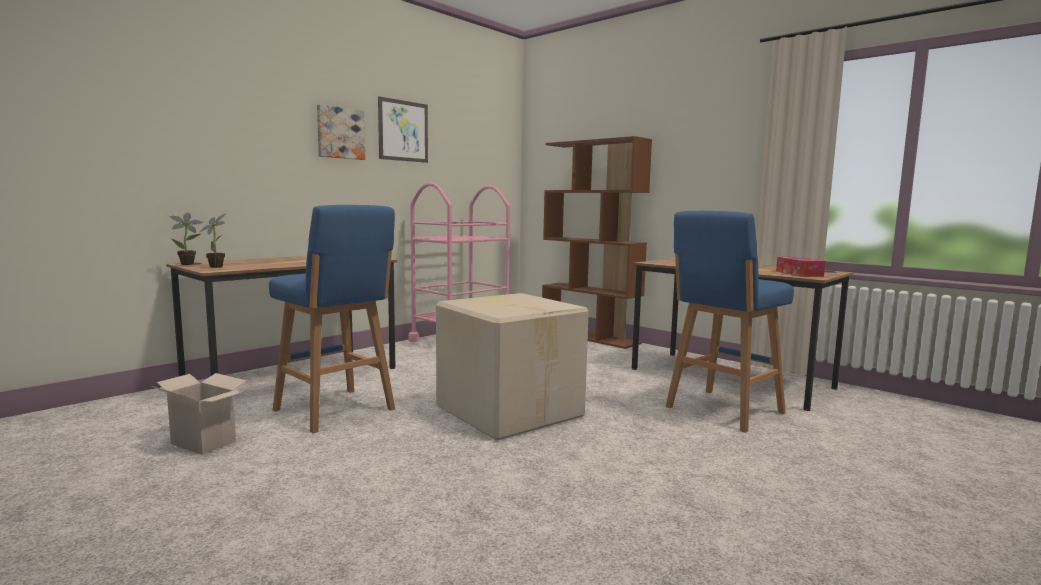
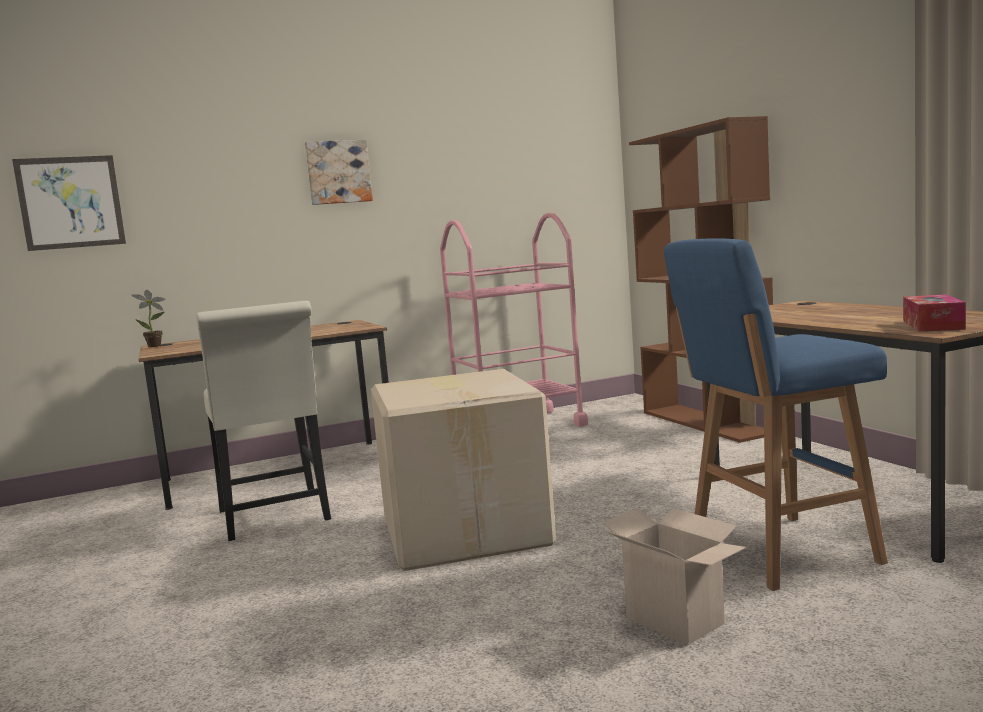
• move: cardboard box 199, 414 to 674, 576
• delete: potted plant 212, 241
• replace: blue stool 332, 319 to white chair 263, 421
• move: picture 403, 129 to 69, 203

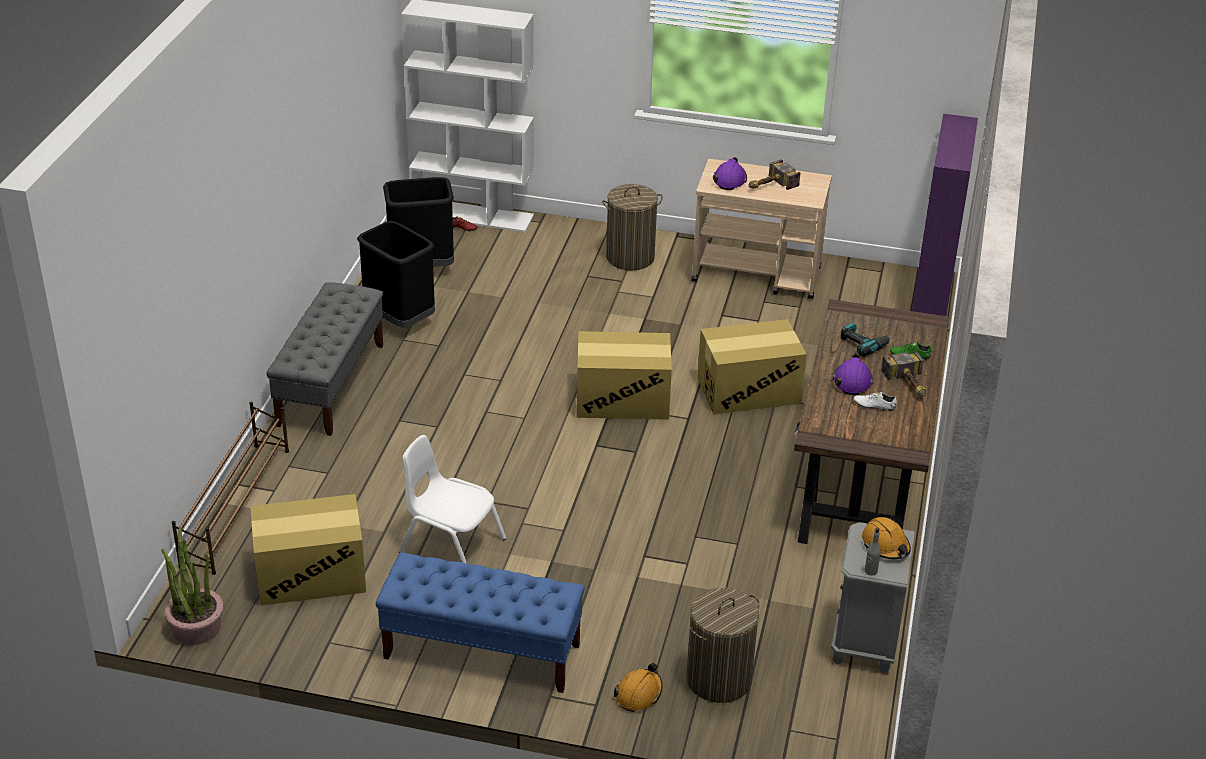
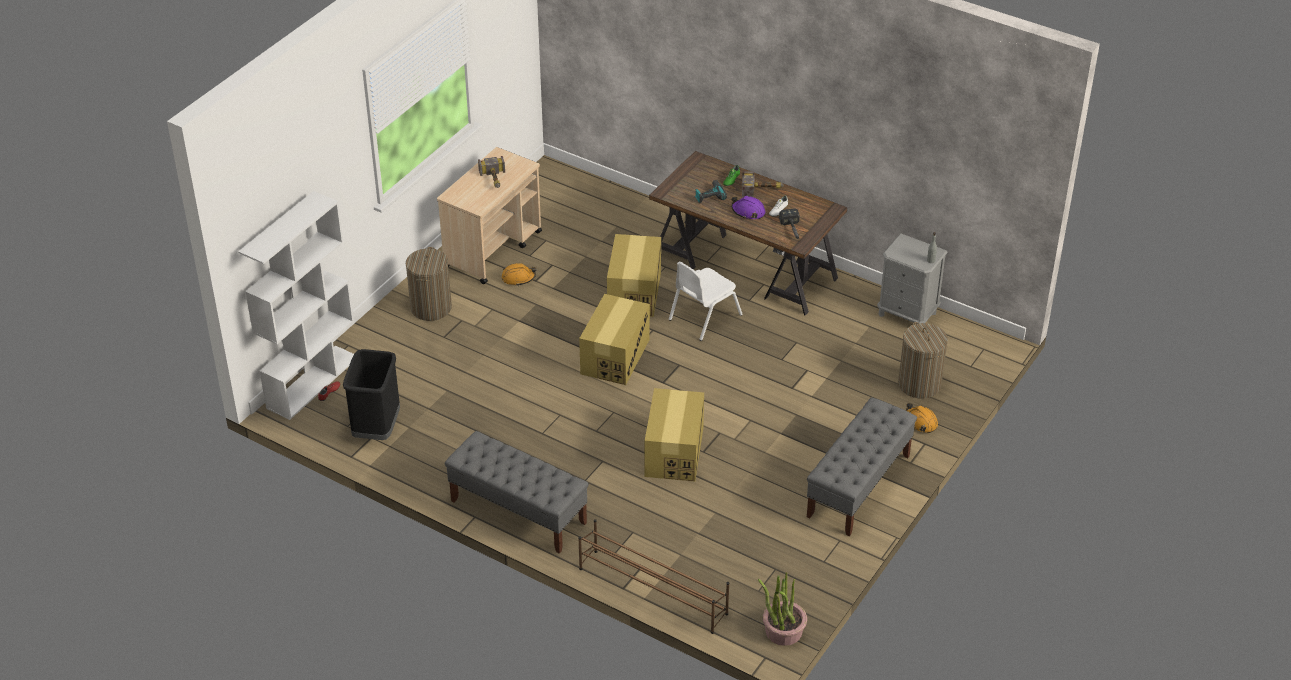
• move: cardboard box 308, 550 to 674, 434
• delete: black trash can 396, 274
• recolor: blue bench 480, 623 to grey bench 862, 467
• move: white chair 452, 499 to 706, 301
• delete: purple hard hat 730, 173
• move: orange hard hat 886, 538 to 519, 274
• delete: purple cabinet 945, 215
• insert: hammer 789, 224

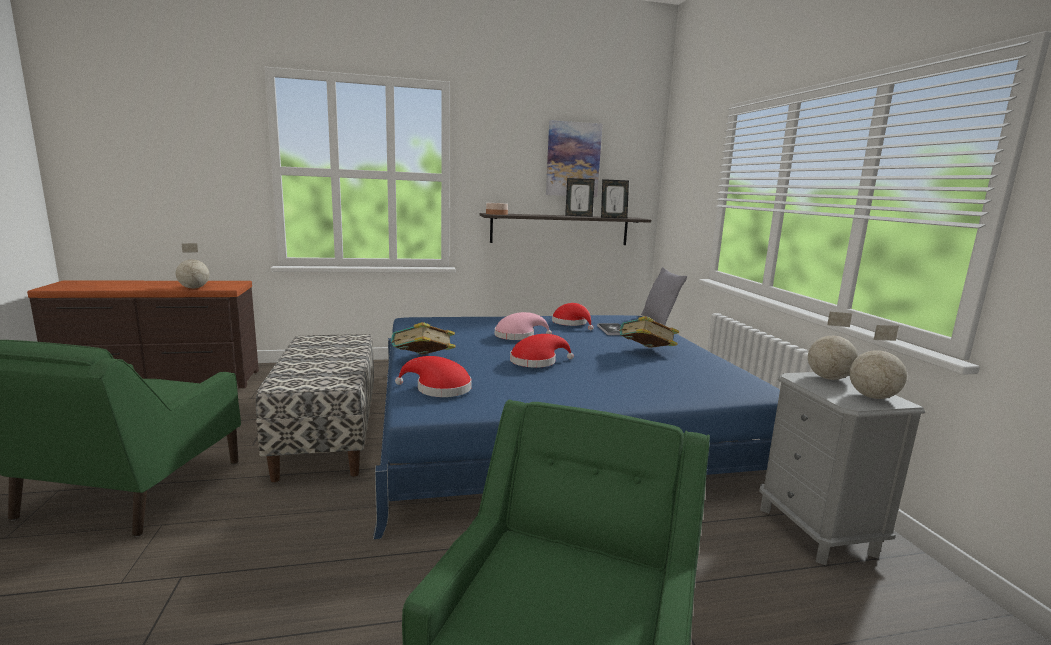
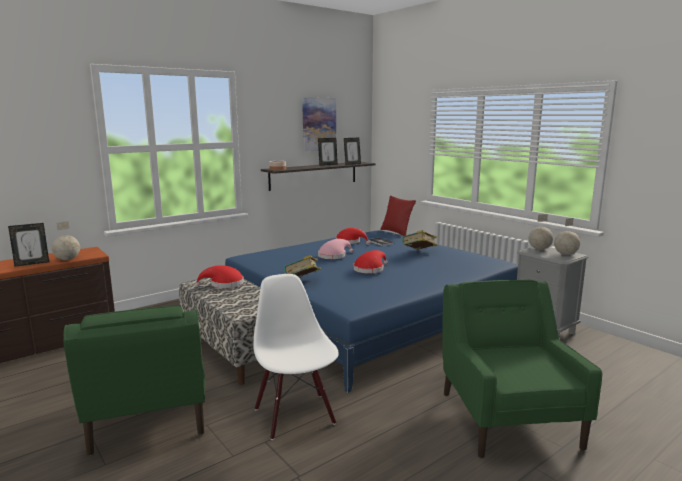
• move: red hat 433, 376 to 219, 276
• recolor: grey pillow 664, 296 to red pillow 398, 215
• insert: picture frame 28, 245
• insert: white chair 296, 357

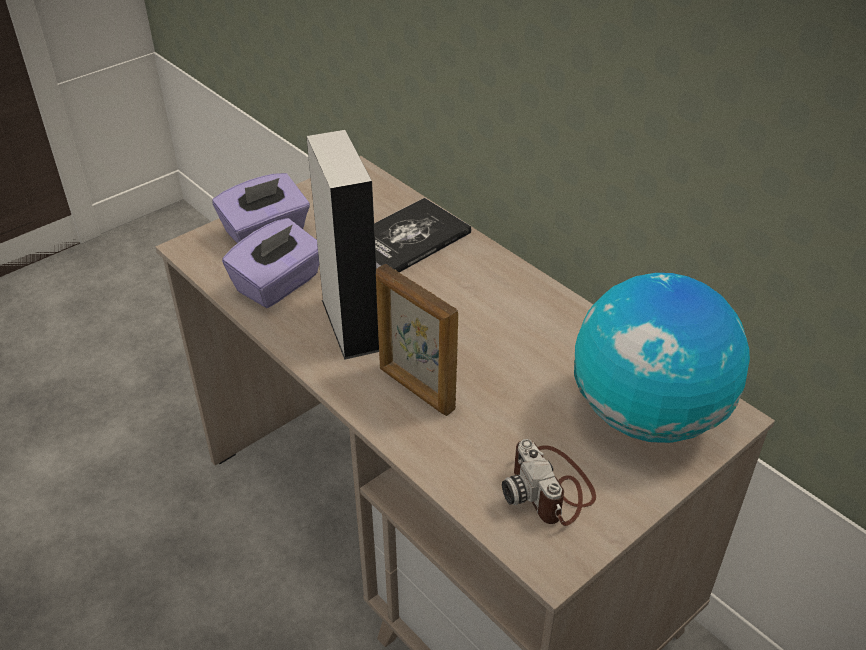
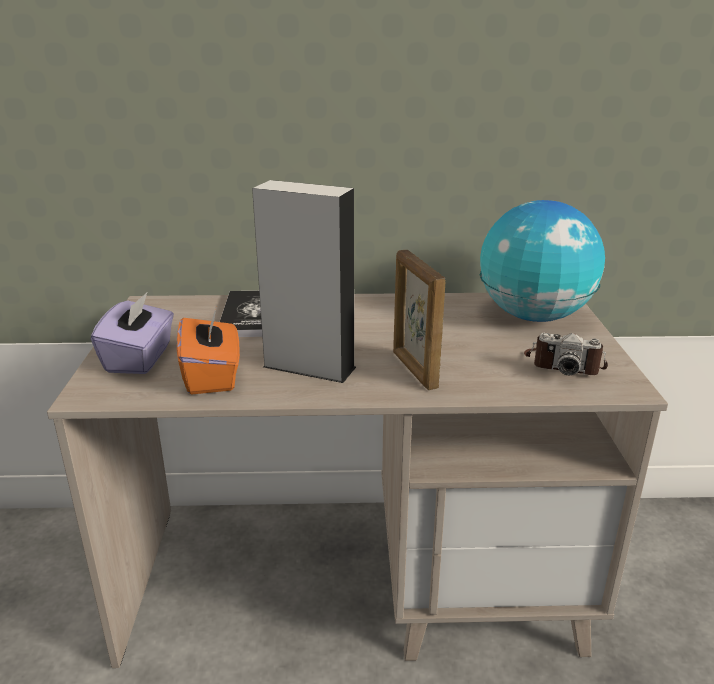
• recolor: purple tissue box 270, 263 to orange tissue box 208, 351
• rotate: picture frame 417, 340 = 419, 320 75 degrees clockwise

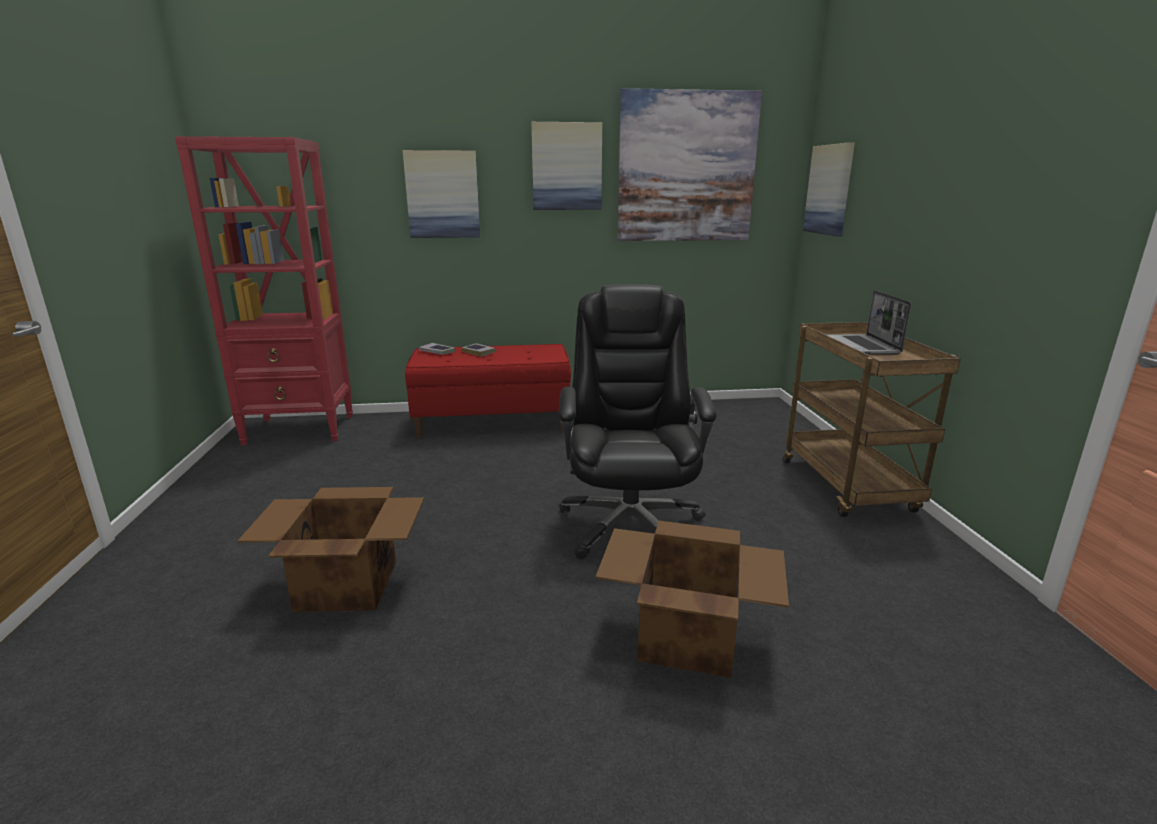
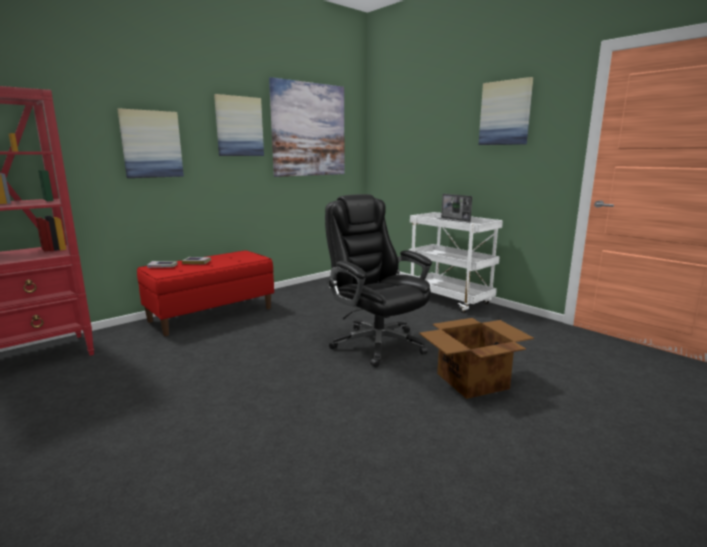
• delete: cardboard box 331, 549
• recolor: brown cart 872, 419 to white cart 456, 262
• move: picture 829, 189 to 506, 111

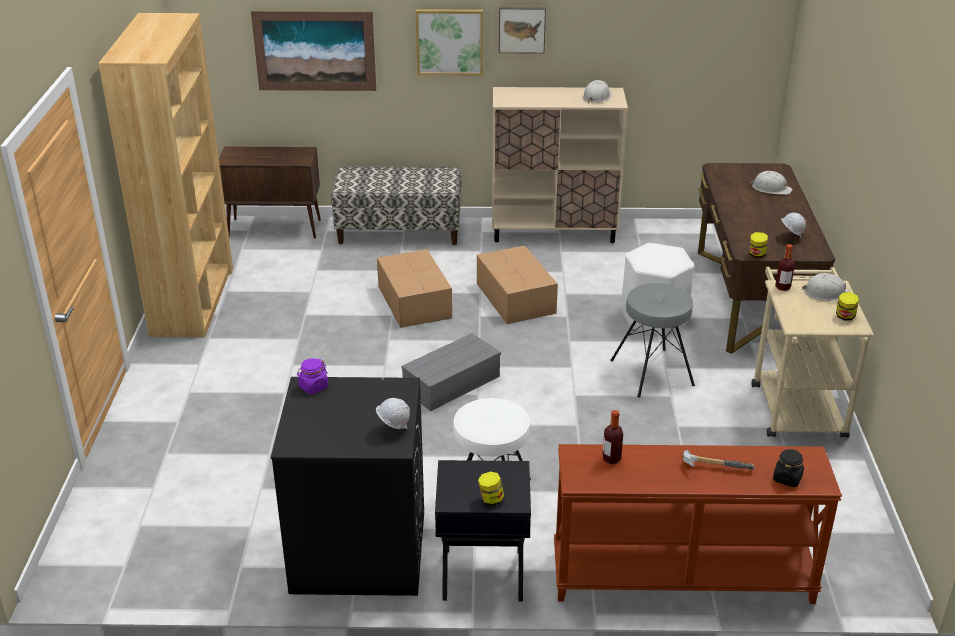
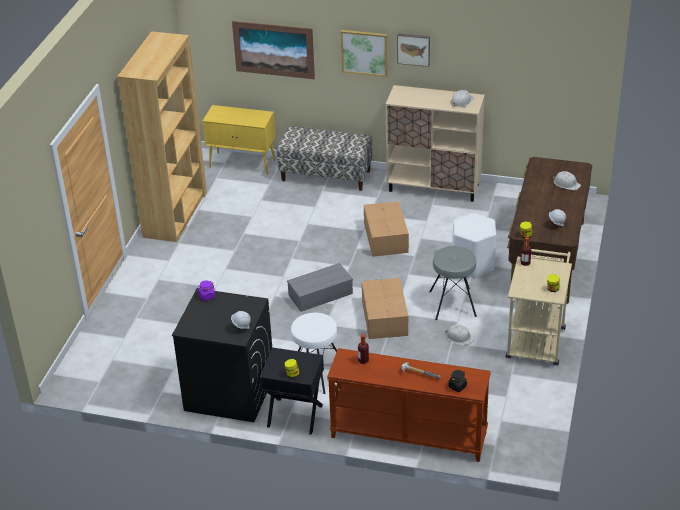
• recolor: brown cabinet 270, 192 to yellow cabinet 239, 140
• move: cardboard box 414, 288 to 385, 308
• move: white hard hat 826, 287 to 460, 334

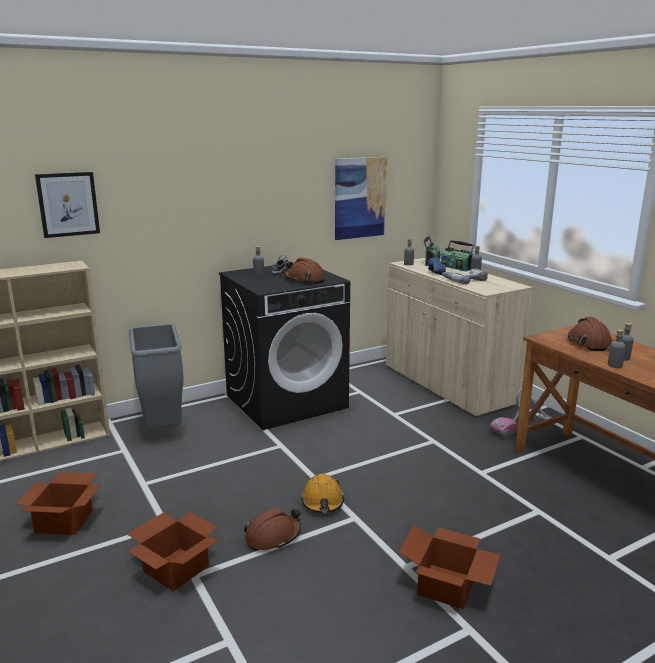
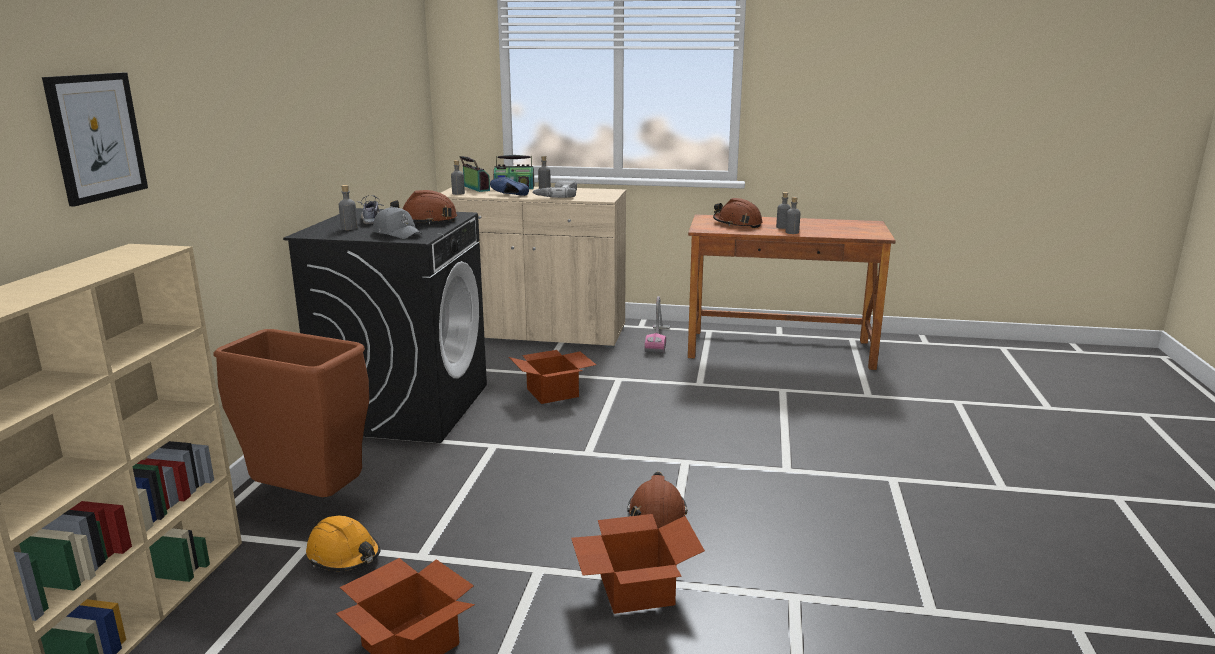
• recolor: grey trash can 156, 376 to brown trash can 291, 413
• move: orange hard hat 322, 493 to 343, 543
• delete: picture 361, 198
• move: cardboard box 449, 567 to 552, 377
• insert: grey cap 397, 223

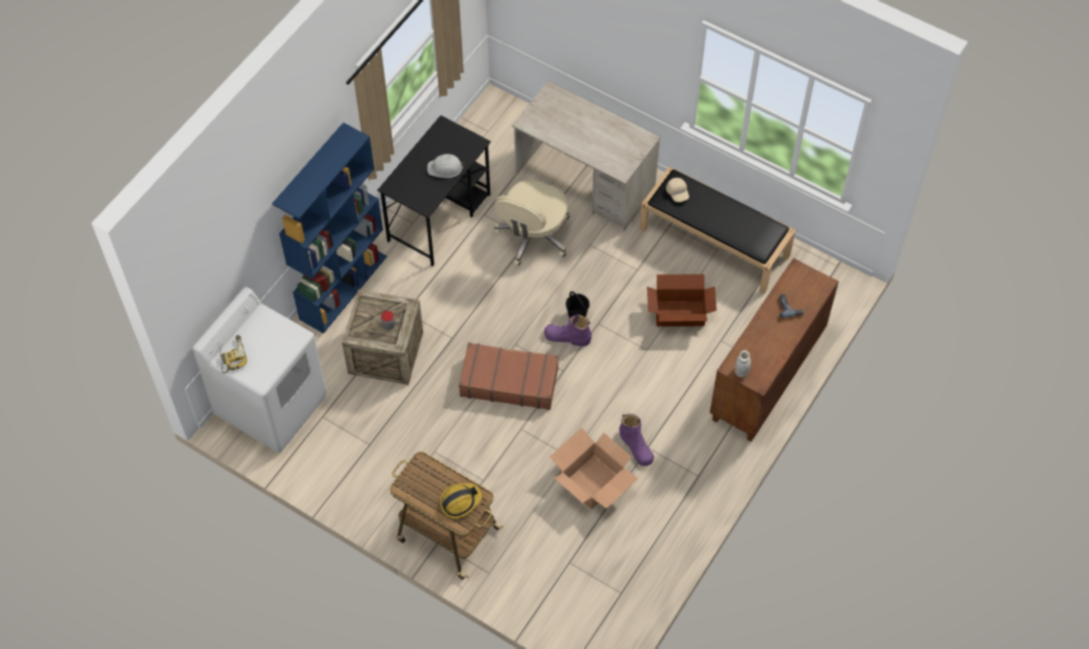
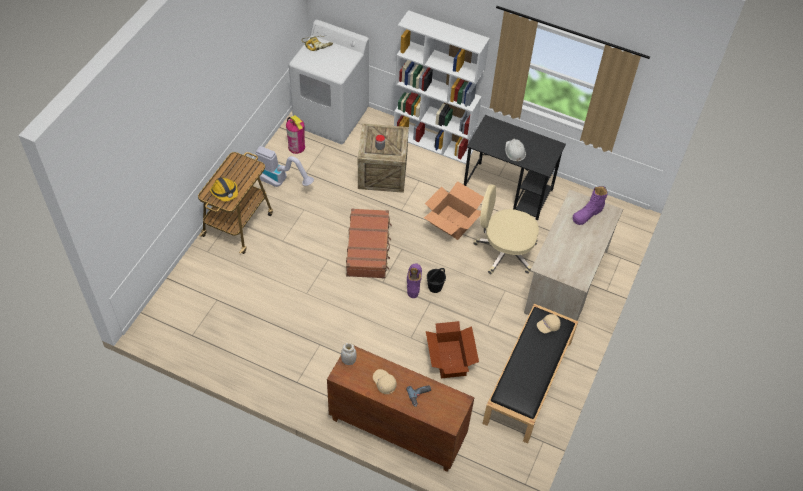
• recolor: blue bookcase 329, 228 to white bookcase 442, 87
• move: cardboard box 594, 468 to 454, 210
• move: purple boot 636, 440 to 590, 205
• insert: vacuum cleaner 284, 166
• insert: fire extinguisher 295, 134
• insert: beige cap 385, 381

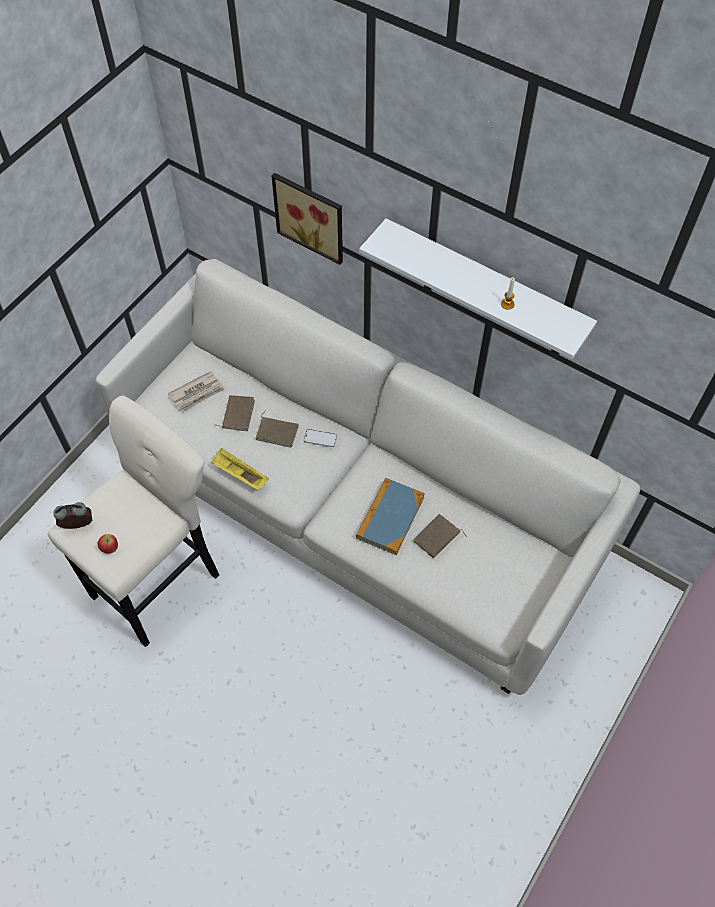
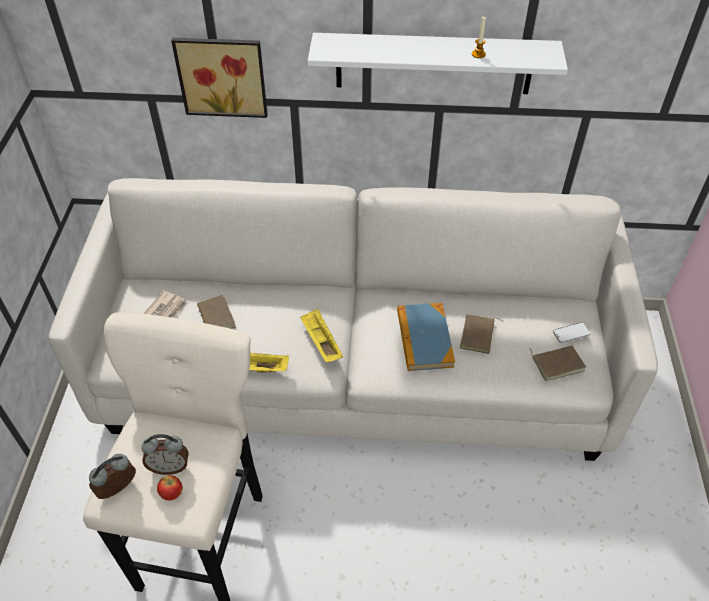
• move: brown book 277, 429 to 558, 363
• move: phone 320, 438 to 572, 332
• insert: alarm clock 164, 454
• insert: yellow tray 321, 335

